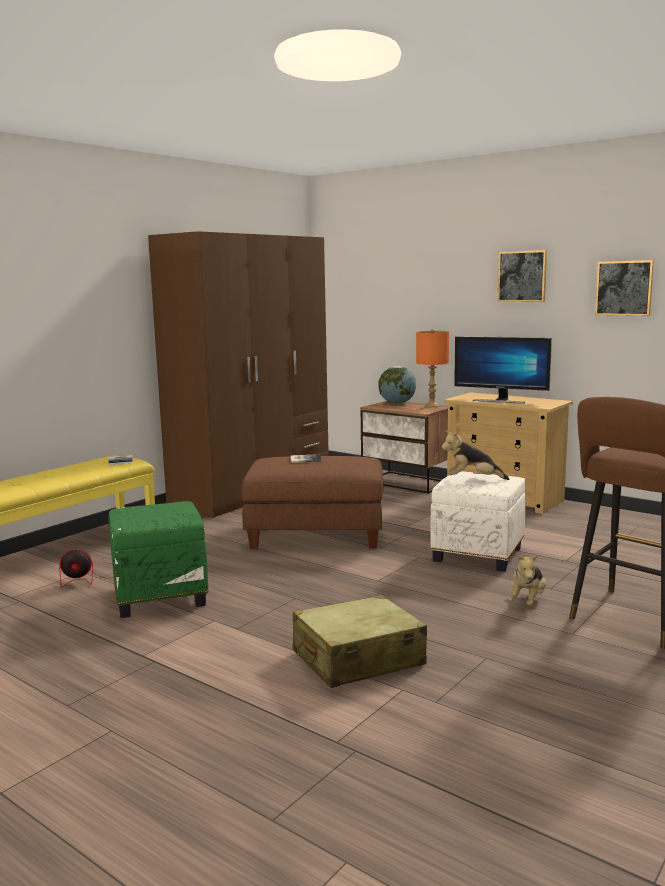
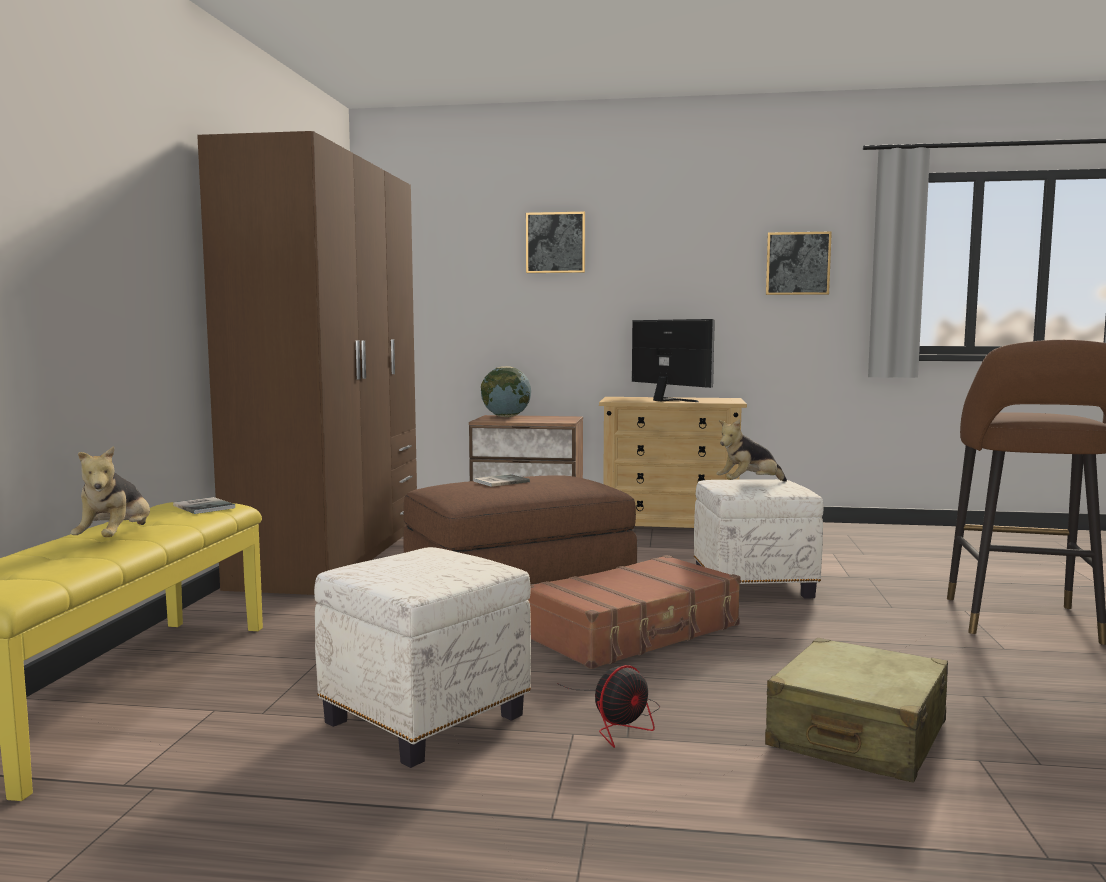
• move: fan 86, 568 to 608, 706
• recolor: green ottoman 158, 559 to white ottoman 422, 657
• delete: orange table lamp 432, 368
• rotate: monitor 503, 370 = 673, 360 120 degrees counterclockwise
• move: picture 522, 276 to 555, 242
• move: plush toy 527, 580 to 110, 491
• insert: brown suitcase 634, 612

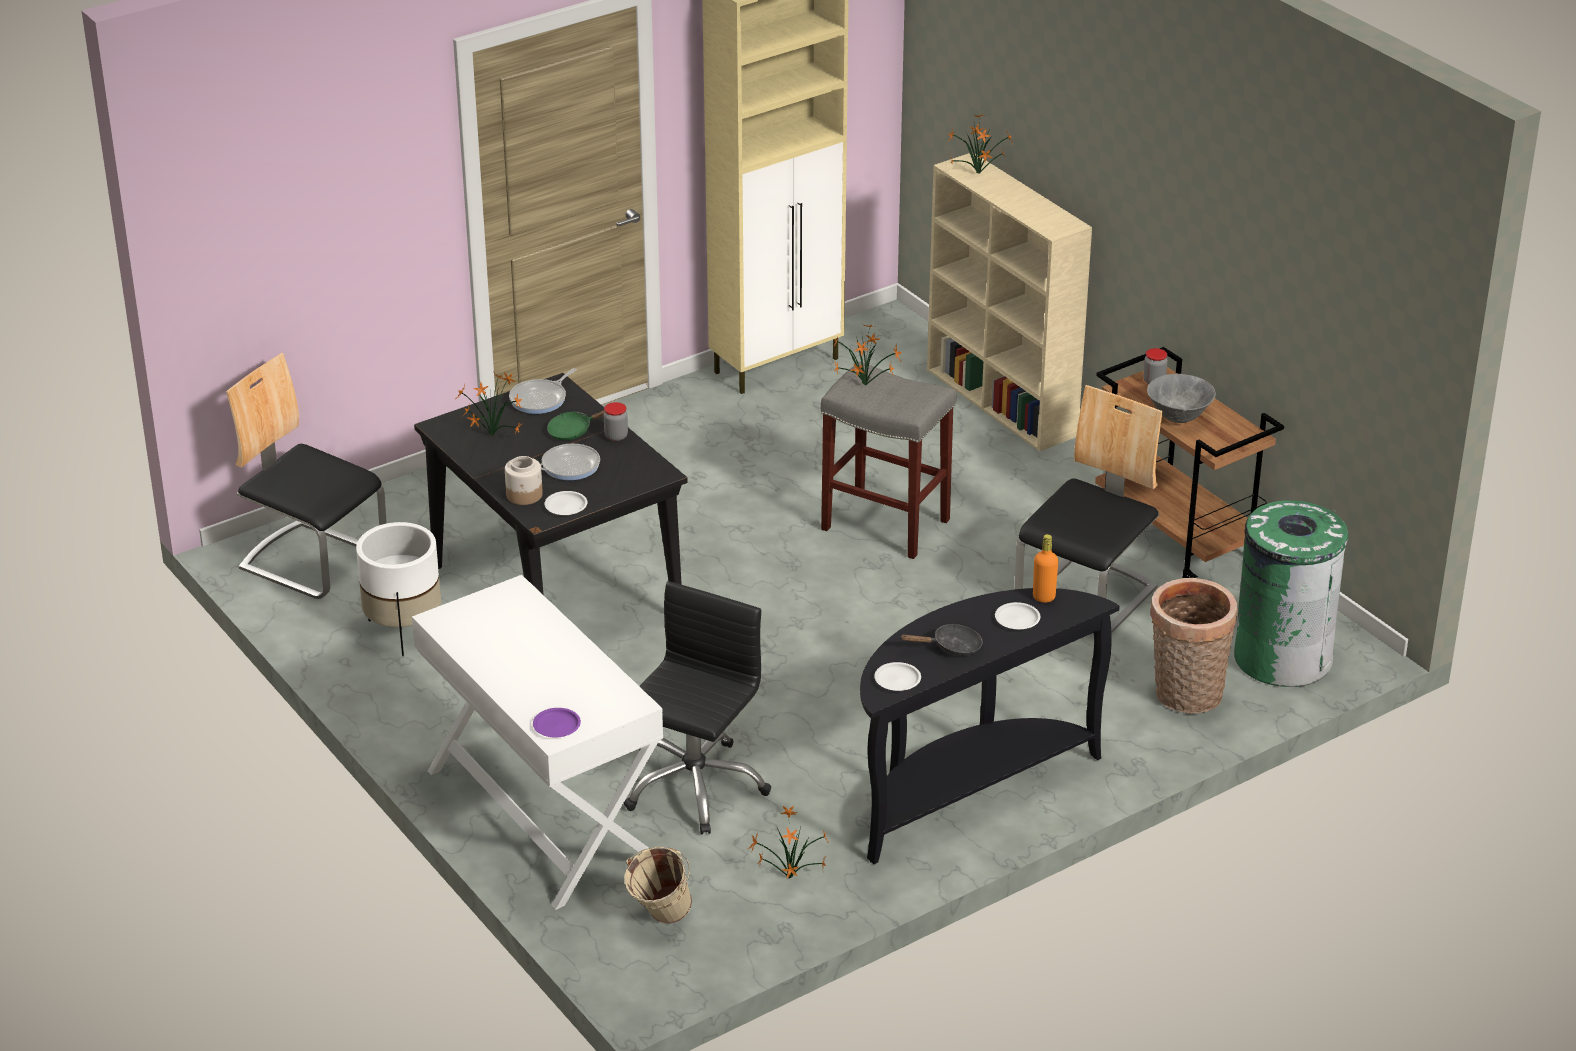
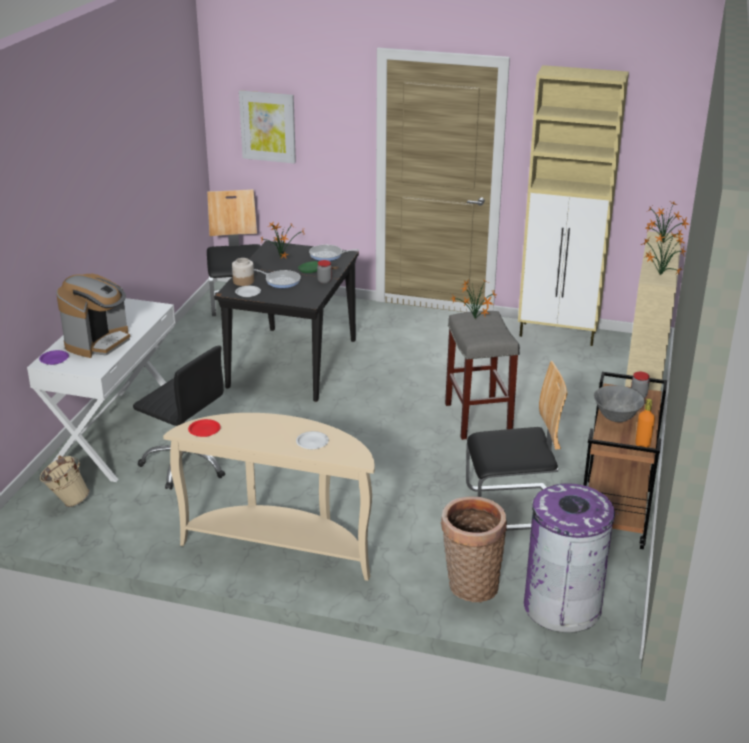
• delete: white planter 398, 589
• rotate: black office chair 697, 707 = 179, 417 45 degrees clockwise
• move: potted plant 788, 842 to 663, 253
• recolor: black console table 990, 726 to beige console table 269, 497
• recolor: white plate 897, 676 to red plate 204, 428
• delete: black frying pan 941, 640
• move: orange bottle 1045, 568 to 645, 423
• recolor: green trash can 1291, 593 to purple trash can 571, 558
• insert: coffee machine 93, 316
• insert: picture 267, 127

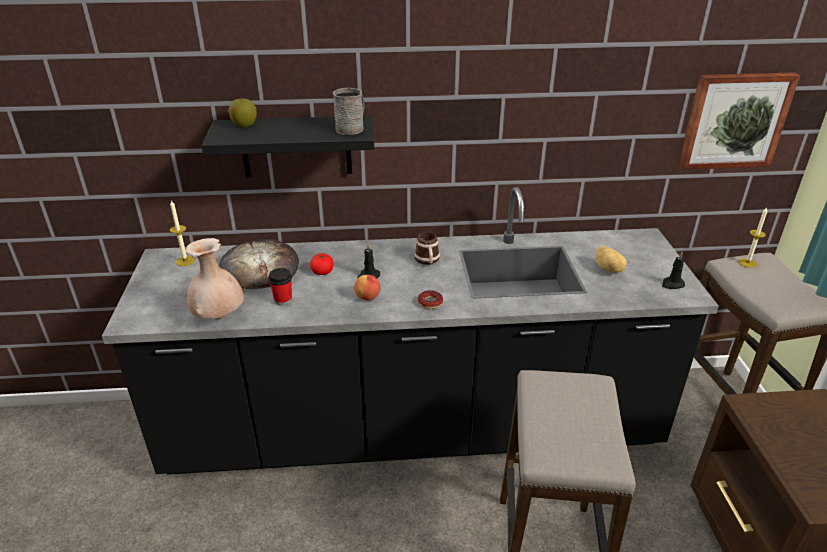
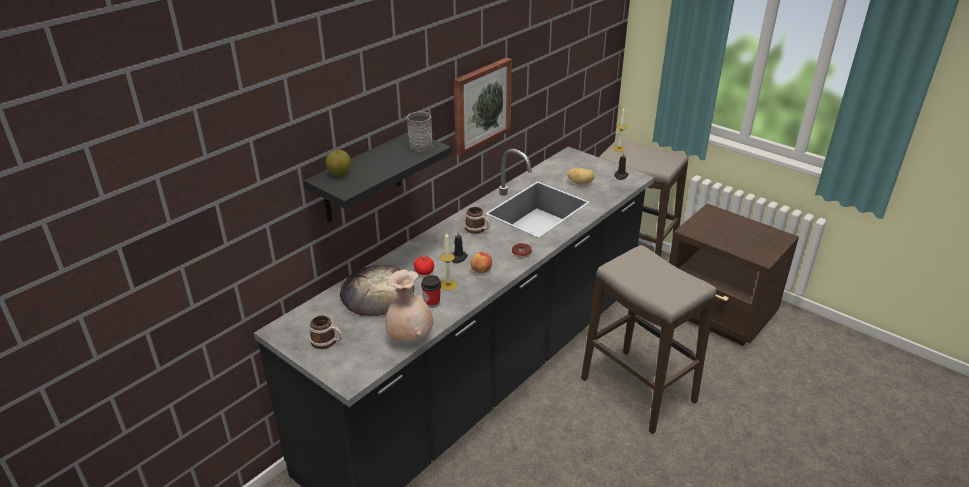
• move: candle 182, 233 to 448, 261
• move: picture 739, 121 to 483, 107
• insert: mug 326, 332

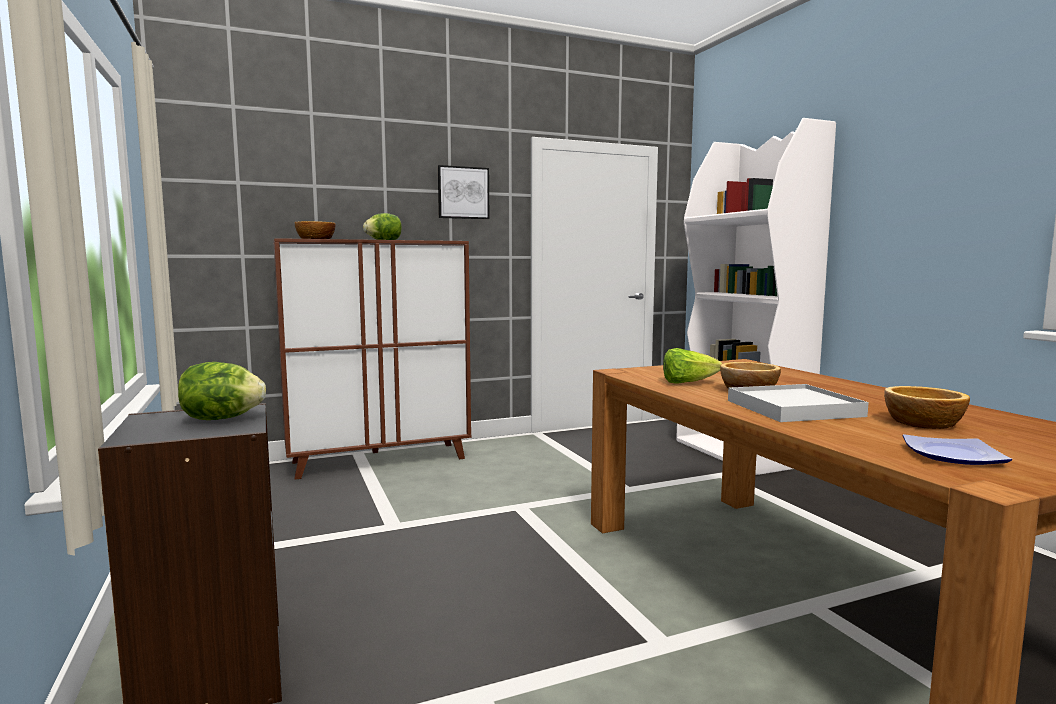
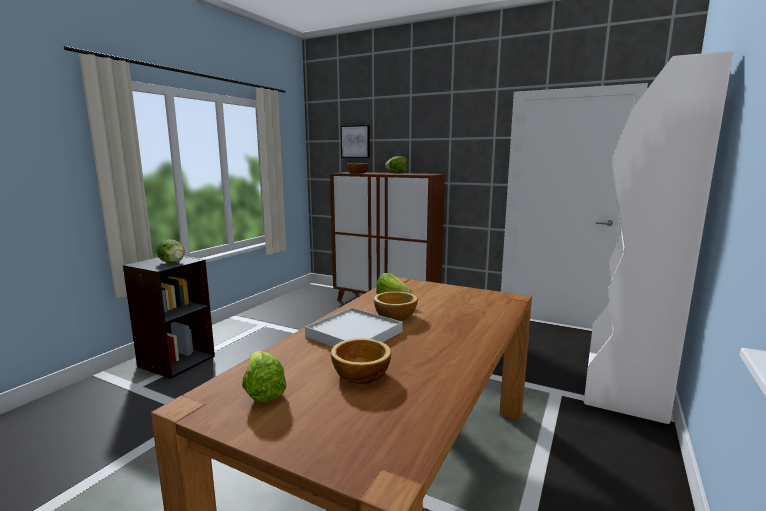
• move: picture 463, 192 to 355, 141
• replace: plate 957, 449 to lettuce 264, 377

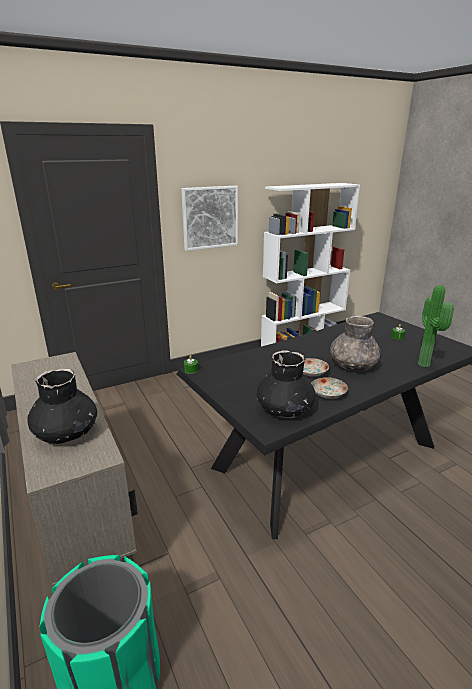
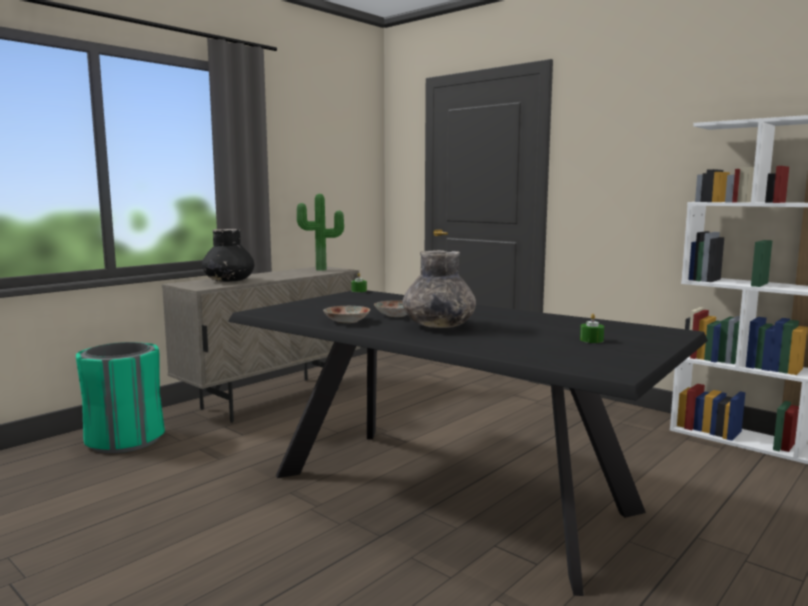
• delete: picture 209, 218
• delete: black vase 286, 384
• move: potted plant 436, 326 to 320, 232

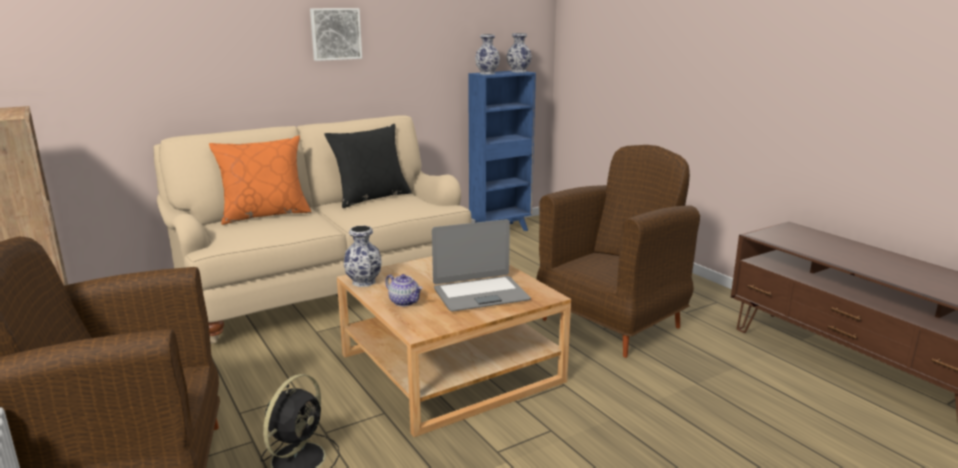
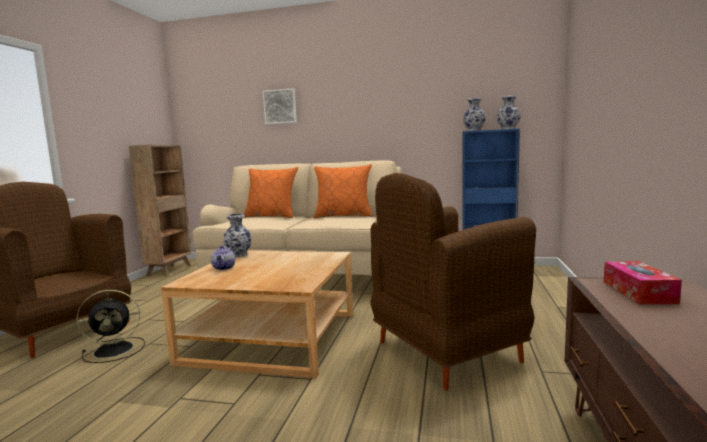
• move: picture 336, 34 to 280, 106
• recolor: black pillow 368, 166 to orange pillow 342, 191
• delete: laptop 481, 265
• rotate: brown armchair 618, 251 = 453, 281 150 degrees clockwise
• insert: tissue box 643, 282

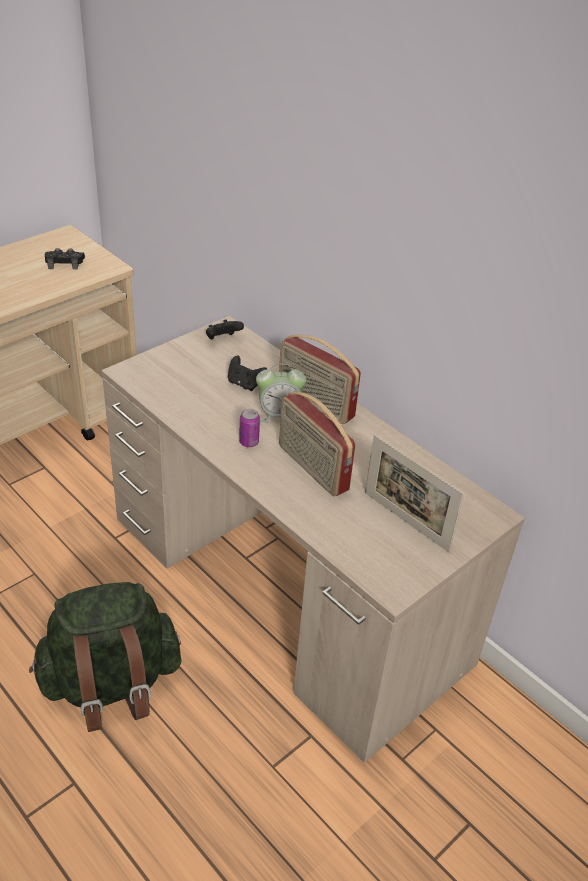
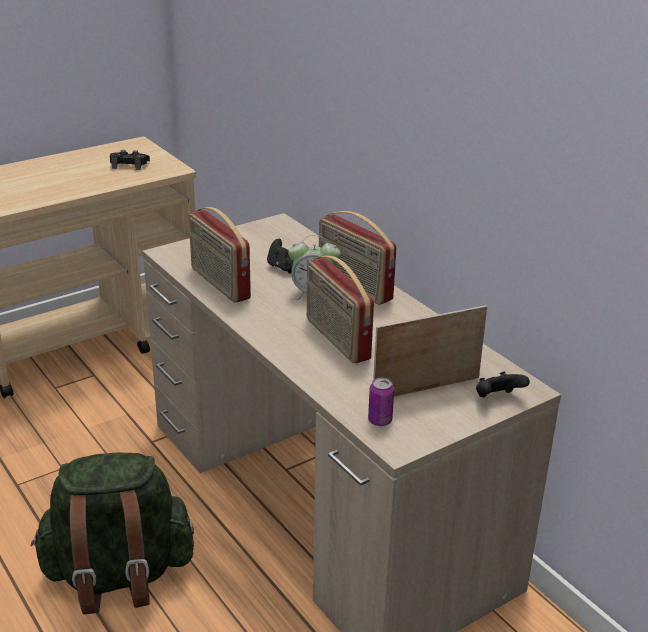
• move: black game controller 225, 329 to 503, 384
• move: can 249, 428 to 381, 401
• rotate: picture frame 414, 493 = 430, 351 105 degrees clockwise
• insert: radio 220, 255

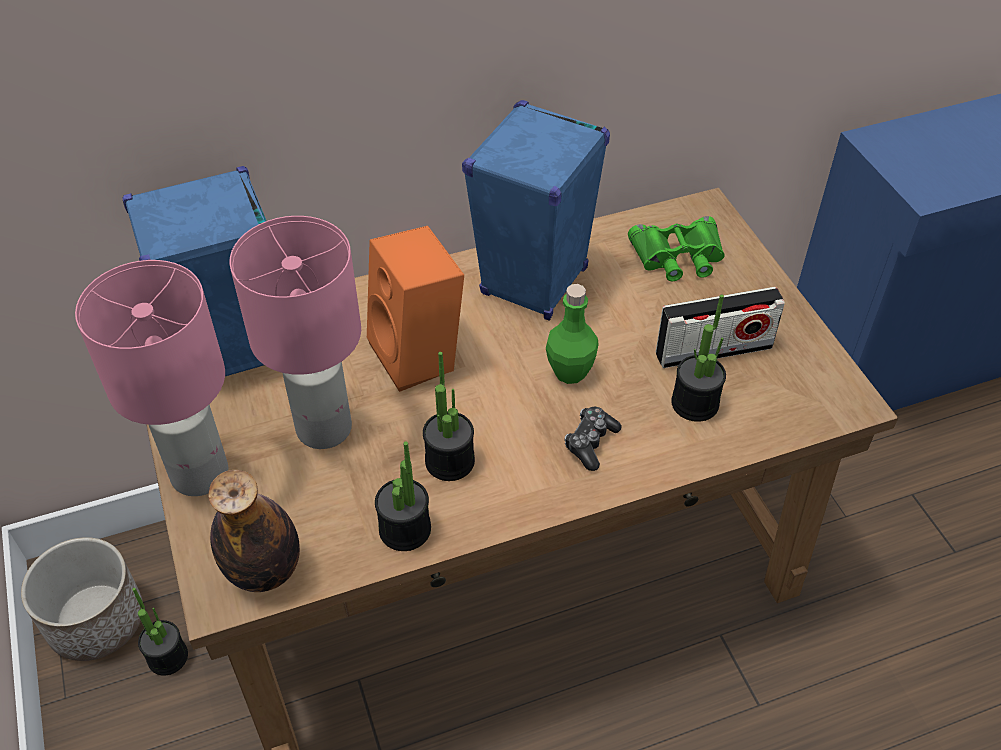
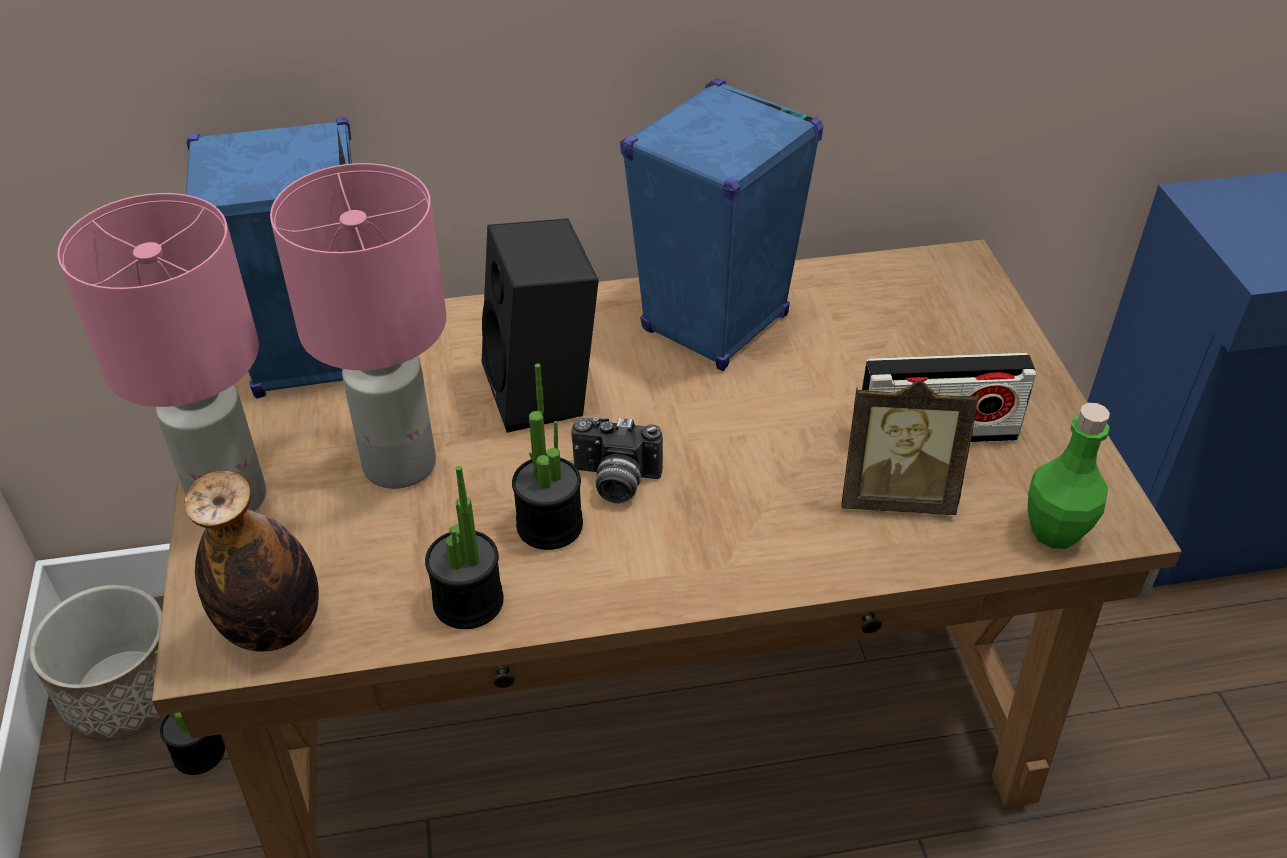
• recolor: orange speaker 415, 309 to black speaker 540, 325
• move: green bottle 572, 334 to 1069, 476
• delete: game controller 593, 439
• delete: green binoculars 676, 248
• replace: potted plant 698, 358 to picture frame 910, 447
• insert: photo camera 617, 460

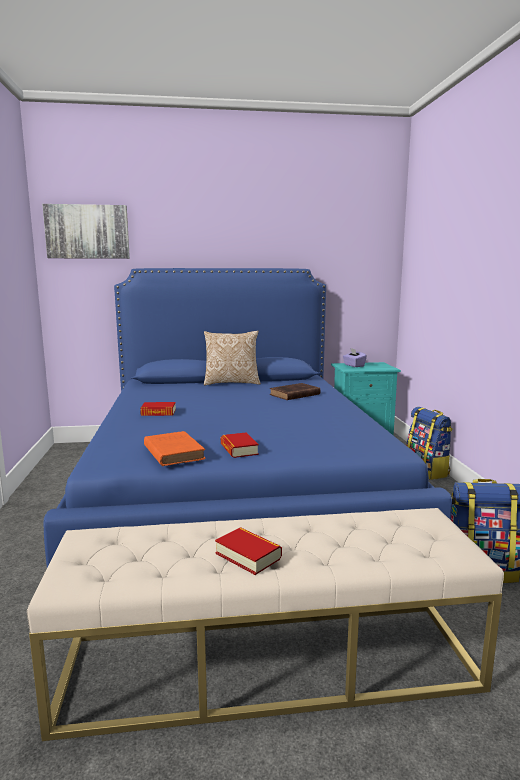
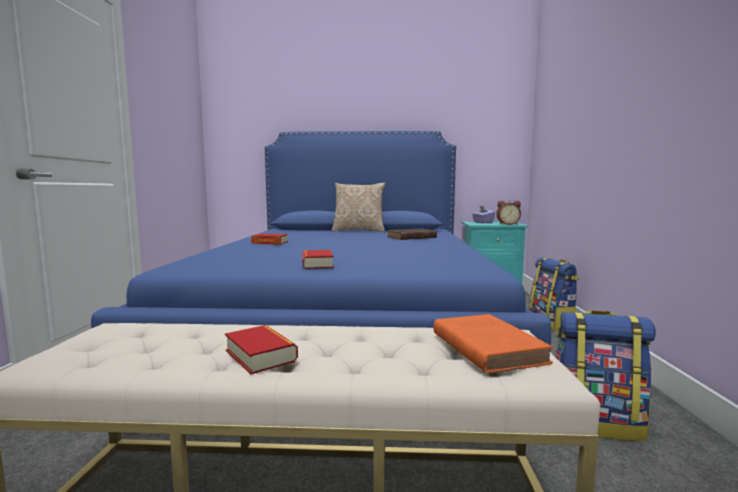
• delete: picture 86, 231
• move: orange book 175, 448 to 493, 344
• insert: alarm clock 508, 213

